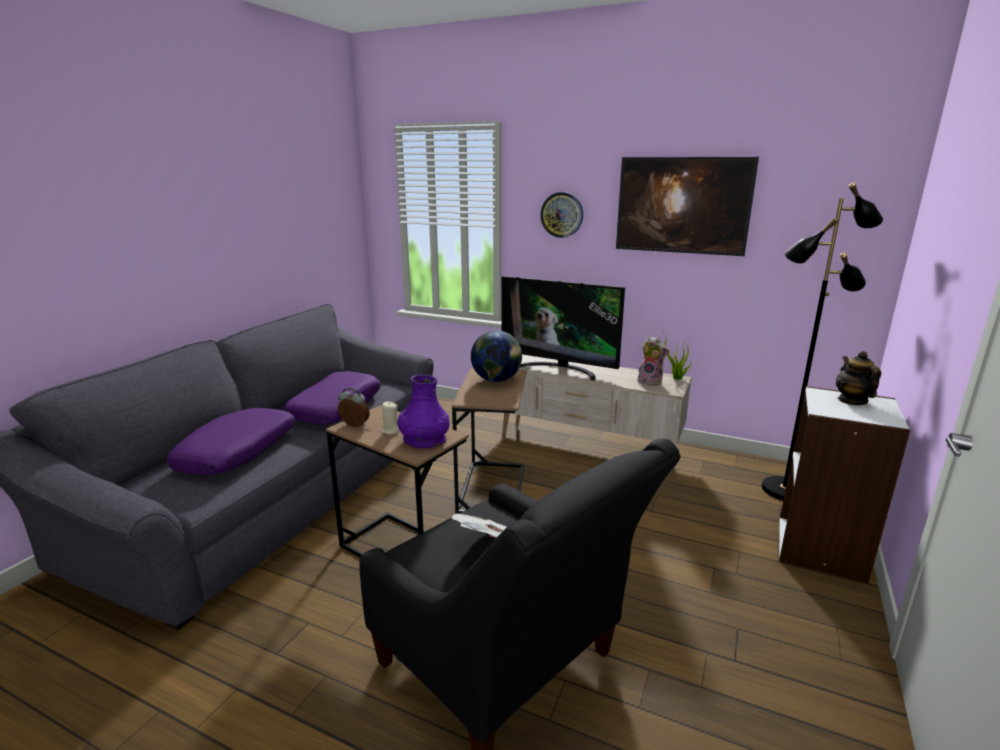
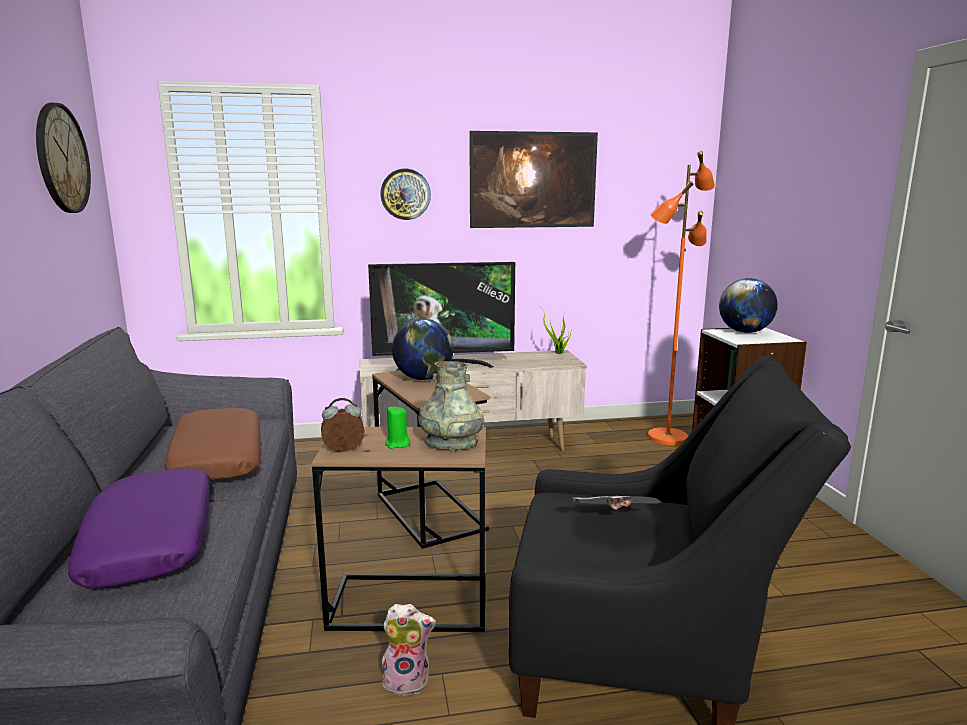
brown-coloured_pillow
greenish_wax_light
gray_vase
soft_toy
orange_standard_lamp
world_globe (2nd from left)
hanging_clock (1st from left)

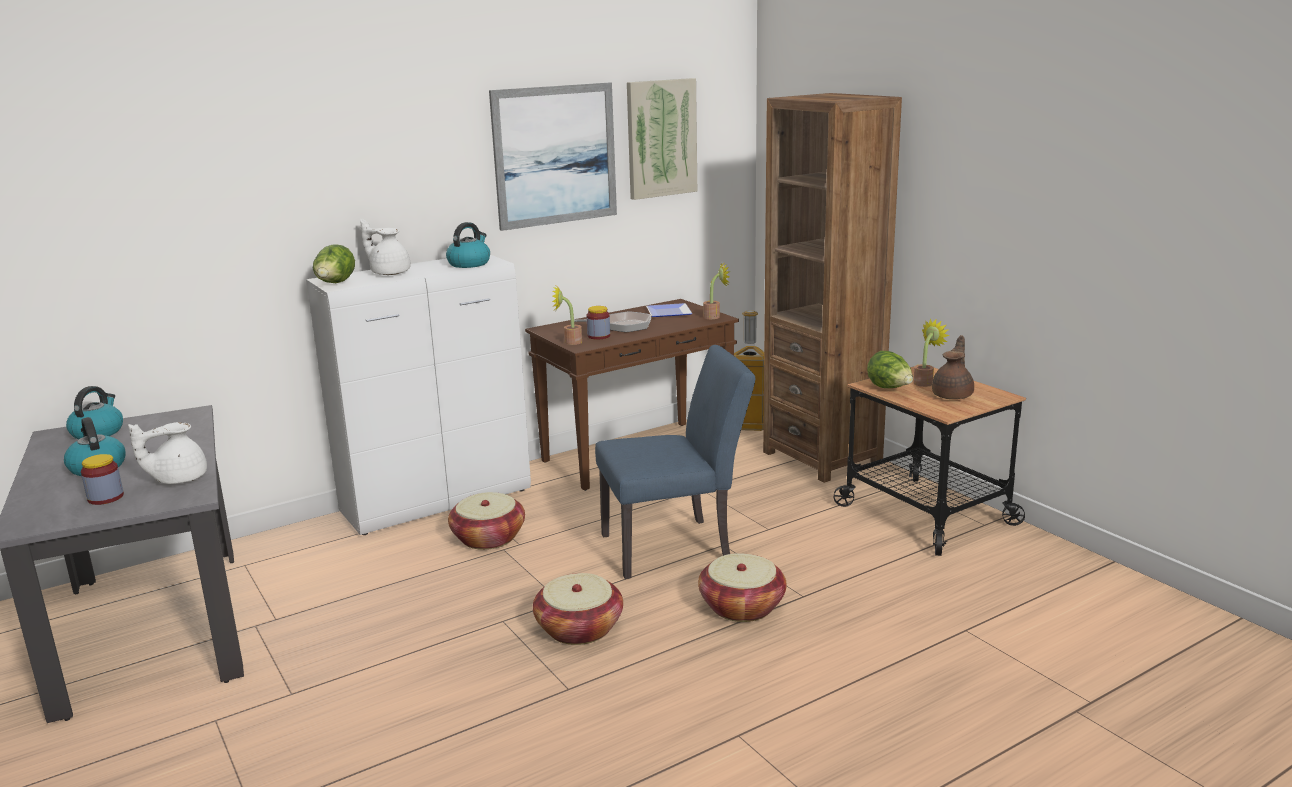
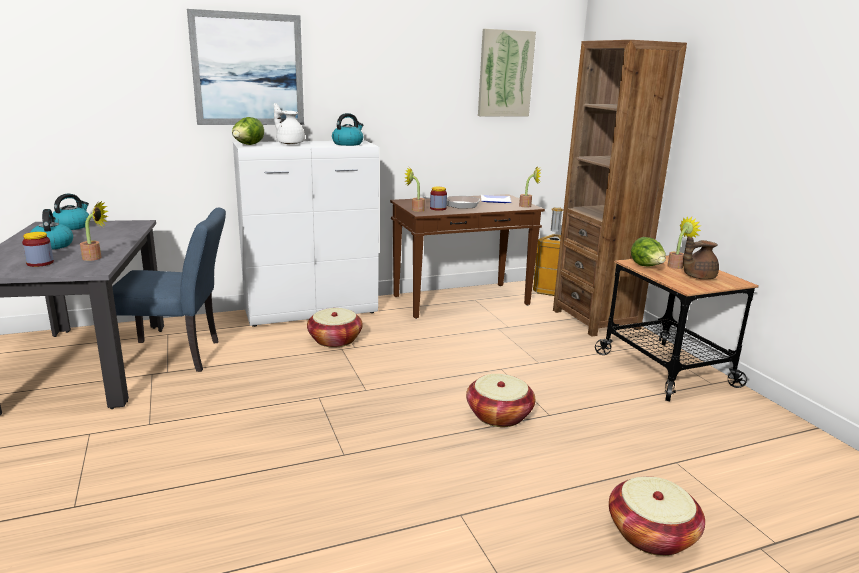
plant_in_a_pot (1st from left)
wall_picture (1st from left)
basket (3rd from left)
blue-coloured_chair
brown-coloured_teapot

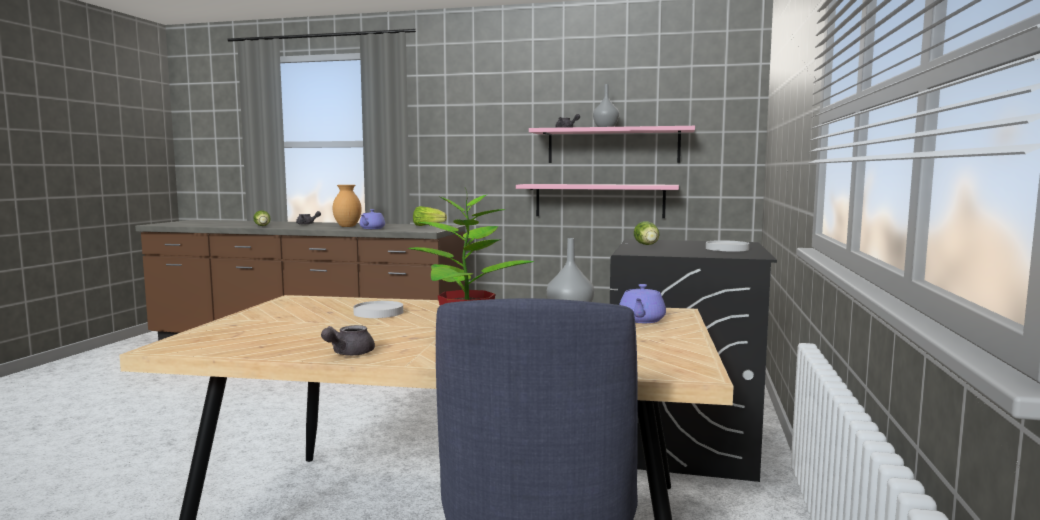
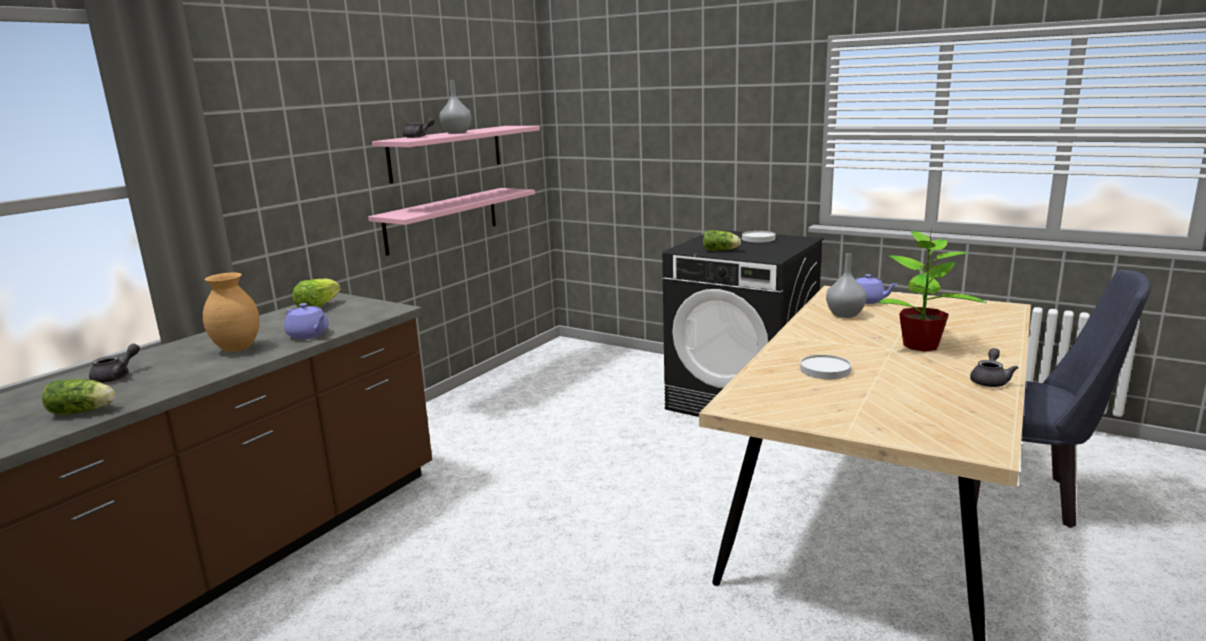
gray_teapot (3rd from left)

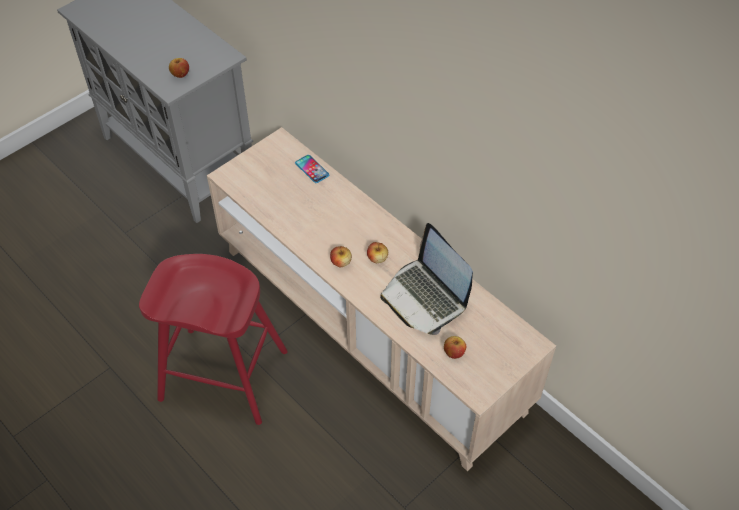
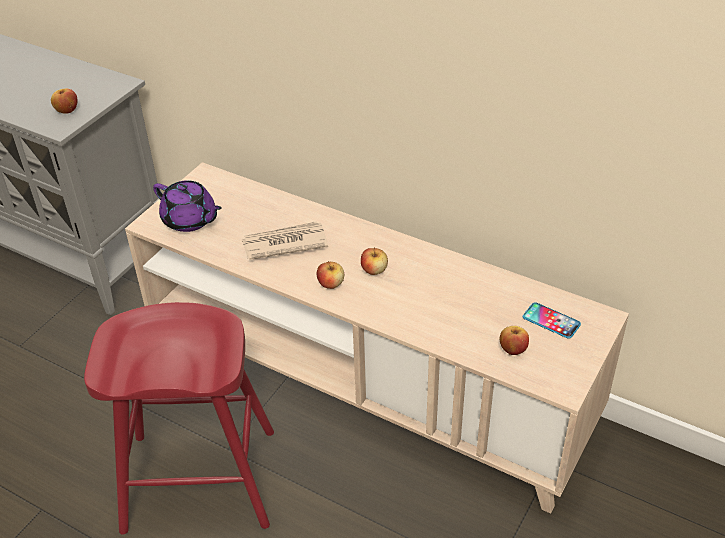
handset
laptop
purple_teapot
daily_paper

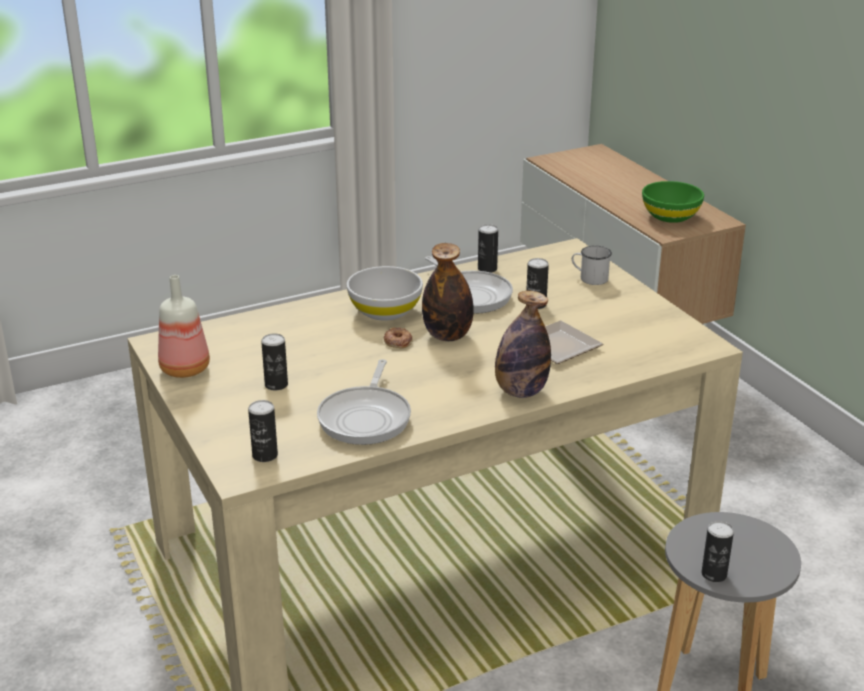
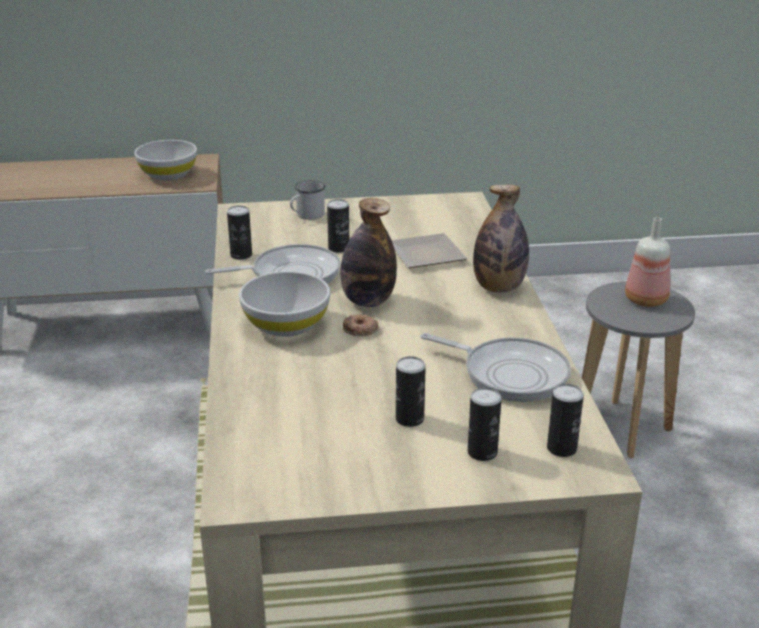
bottle (3rd from left)
white-coloured_deep_dish (1st from left)
can (4th from left)

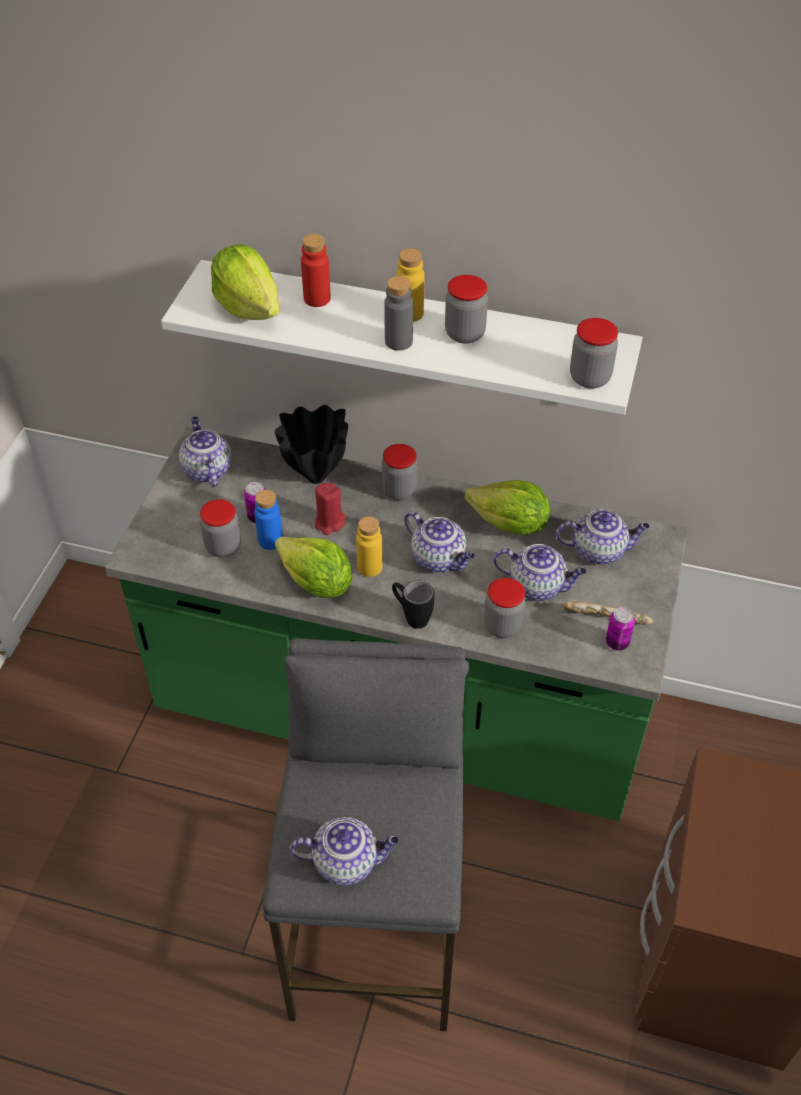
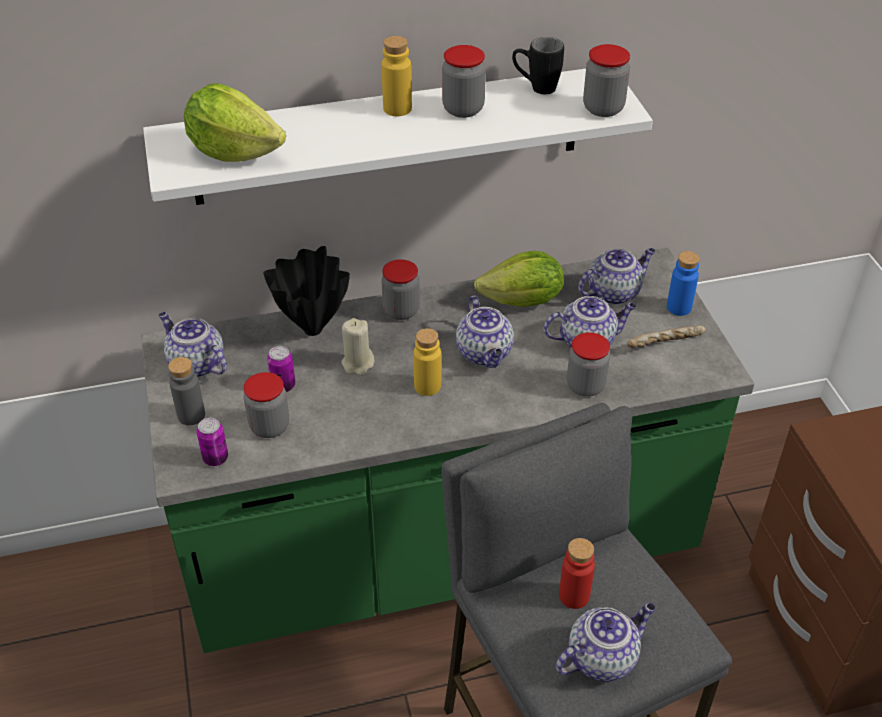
blue-coloured_bottle
lettuce (2nd from left in the first image)
red-coloured_bottle
beige_wax_light
gray_bottle
black-coloured_tea_mug
teapot (2nd from left)
can (1st from left)

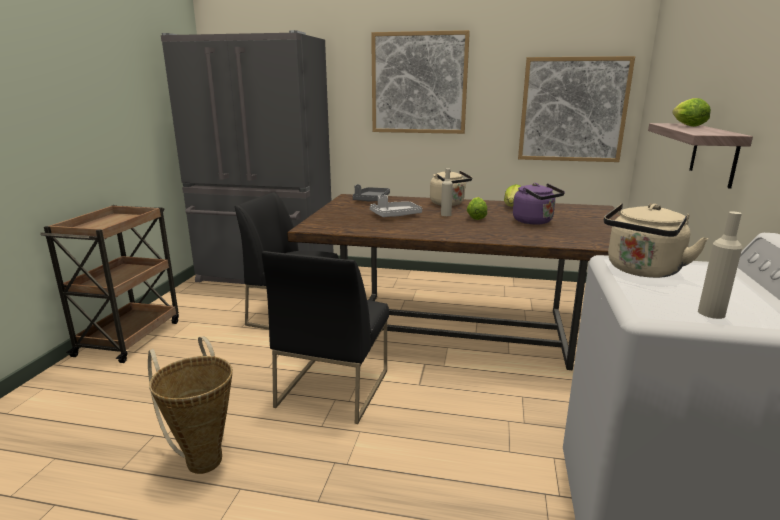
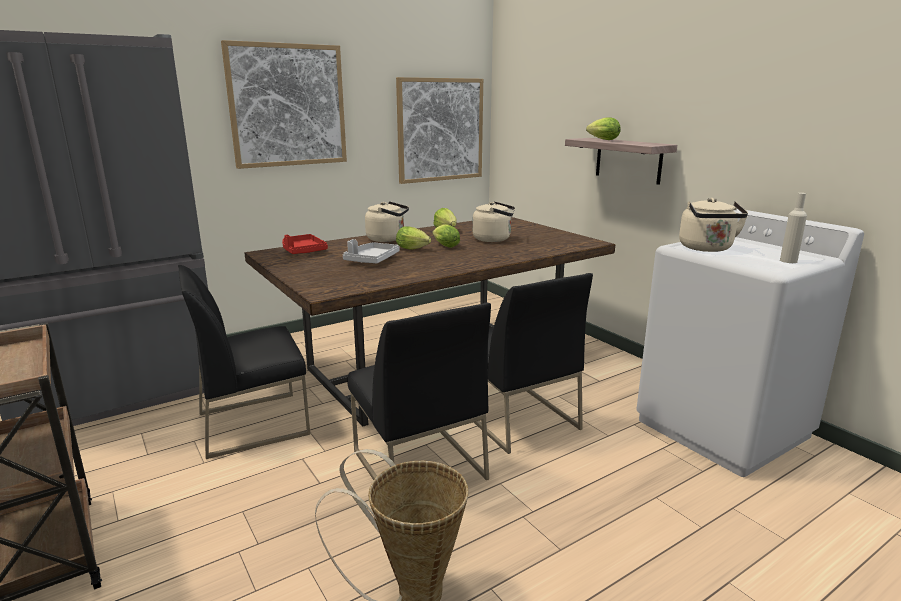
red-coloured_carrying_tray
lettuce (1st from left)
beige_water_kettle (2nd from left)
black-coloured_chair (3rd from left)

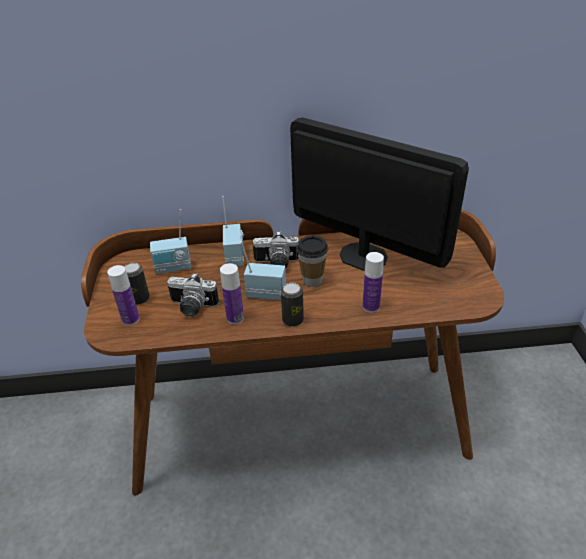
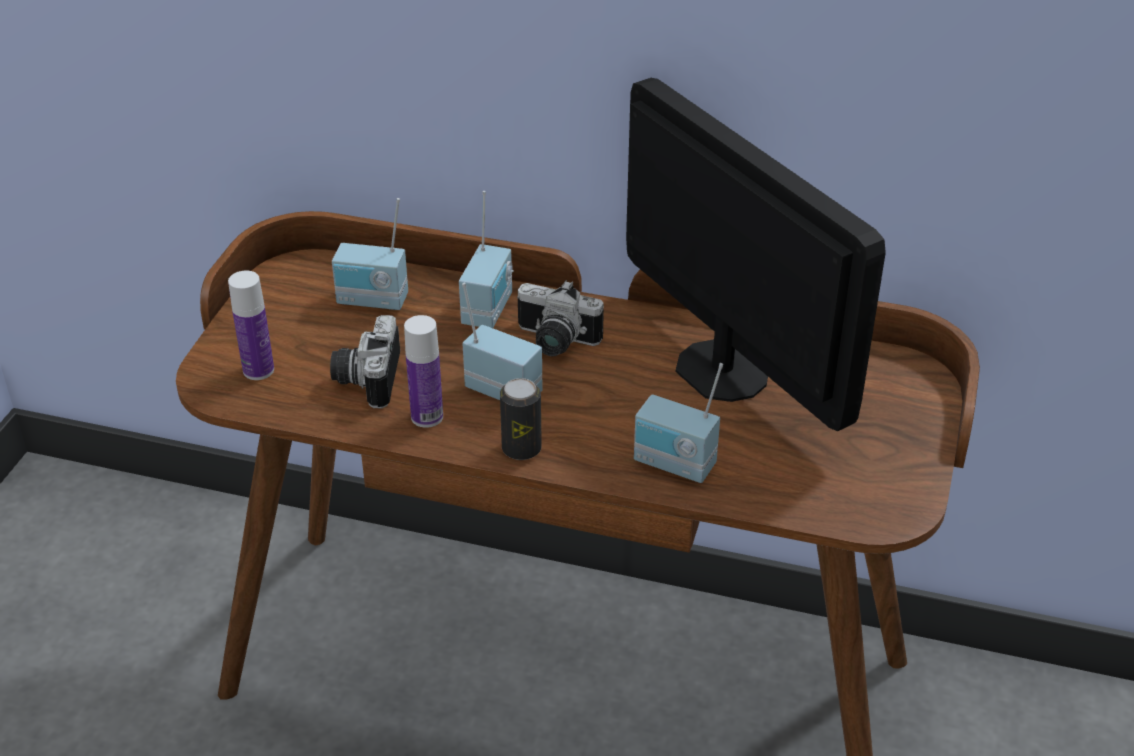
can (1st from left in the first image)
still_camera (1st from left)
drinking_cup
radio (4th from left)

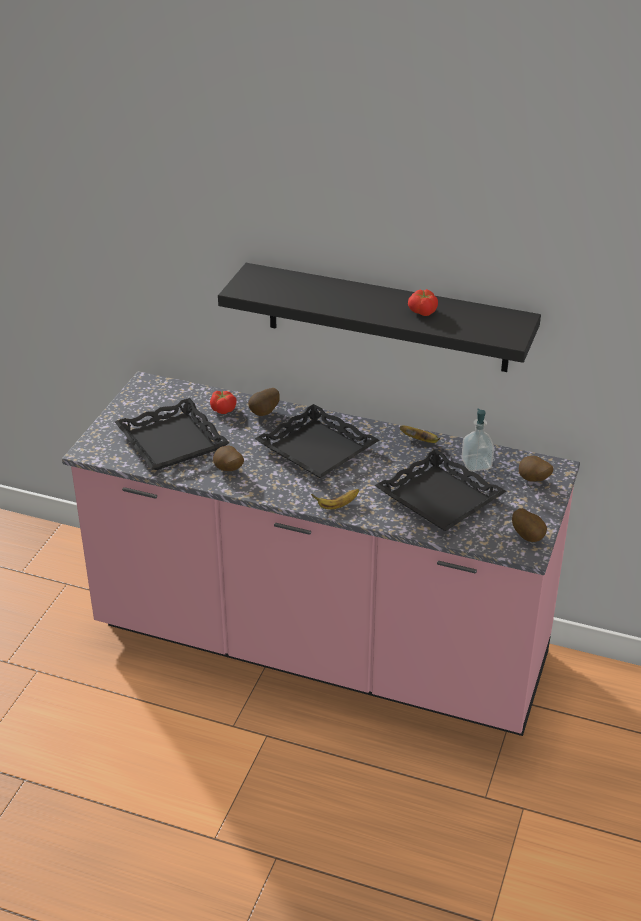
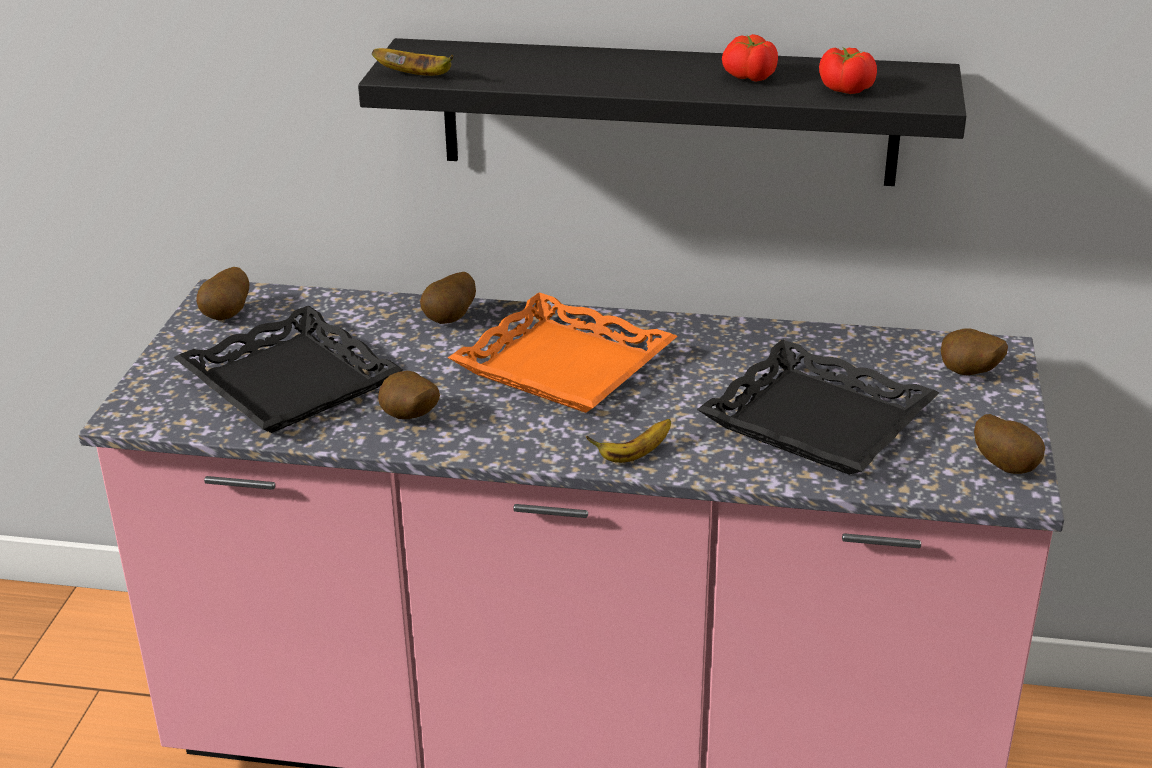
whole_tomato (2nd from left)
orange_carrying_tray
banana (1st from left)
liquid_soap_bottle
potato (1st from left)

